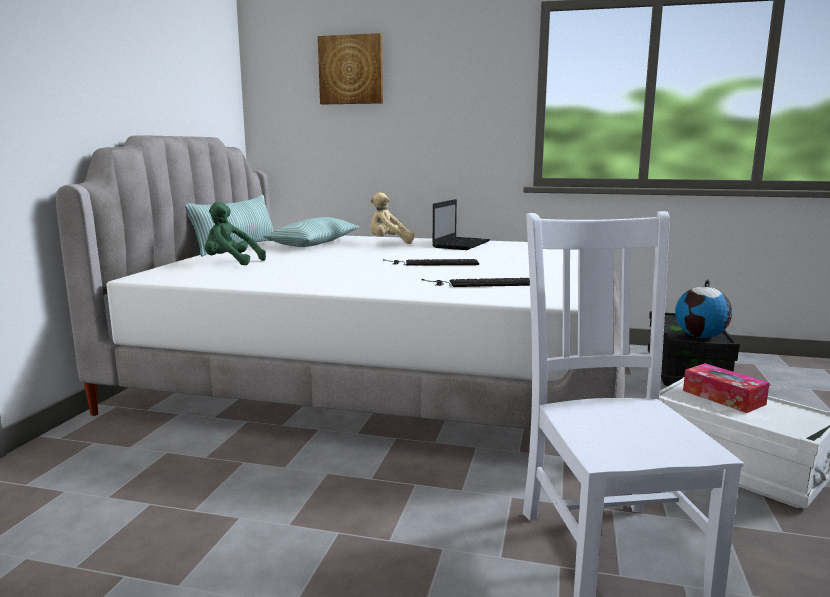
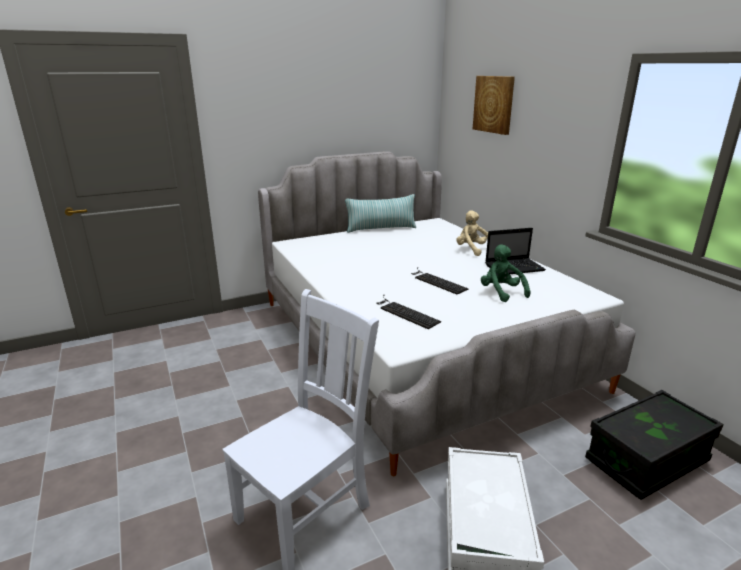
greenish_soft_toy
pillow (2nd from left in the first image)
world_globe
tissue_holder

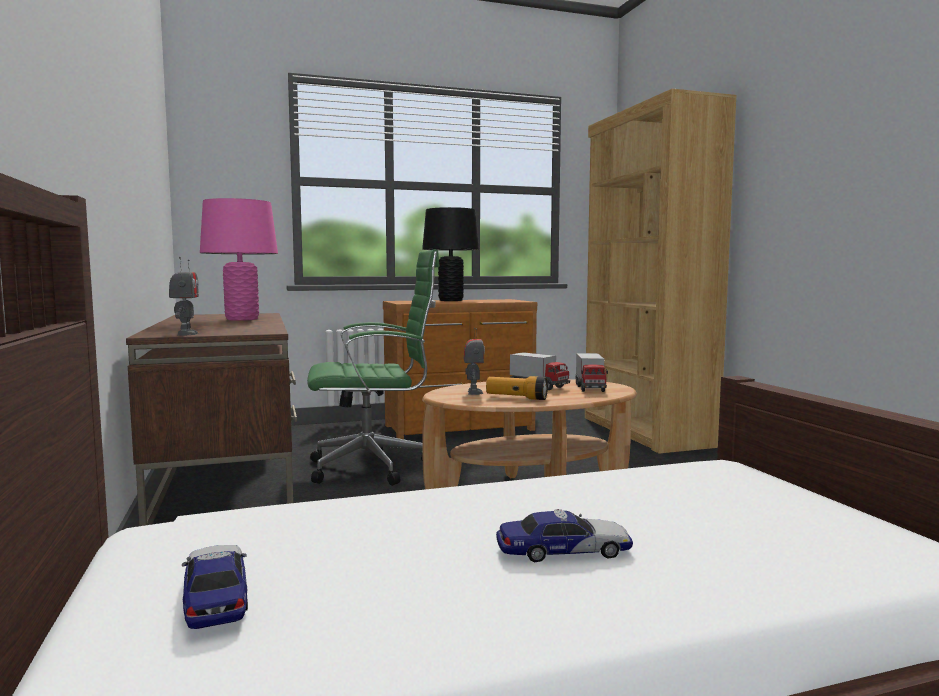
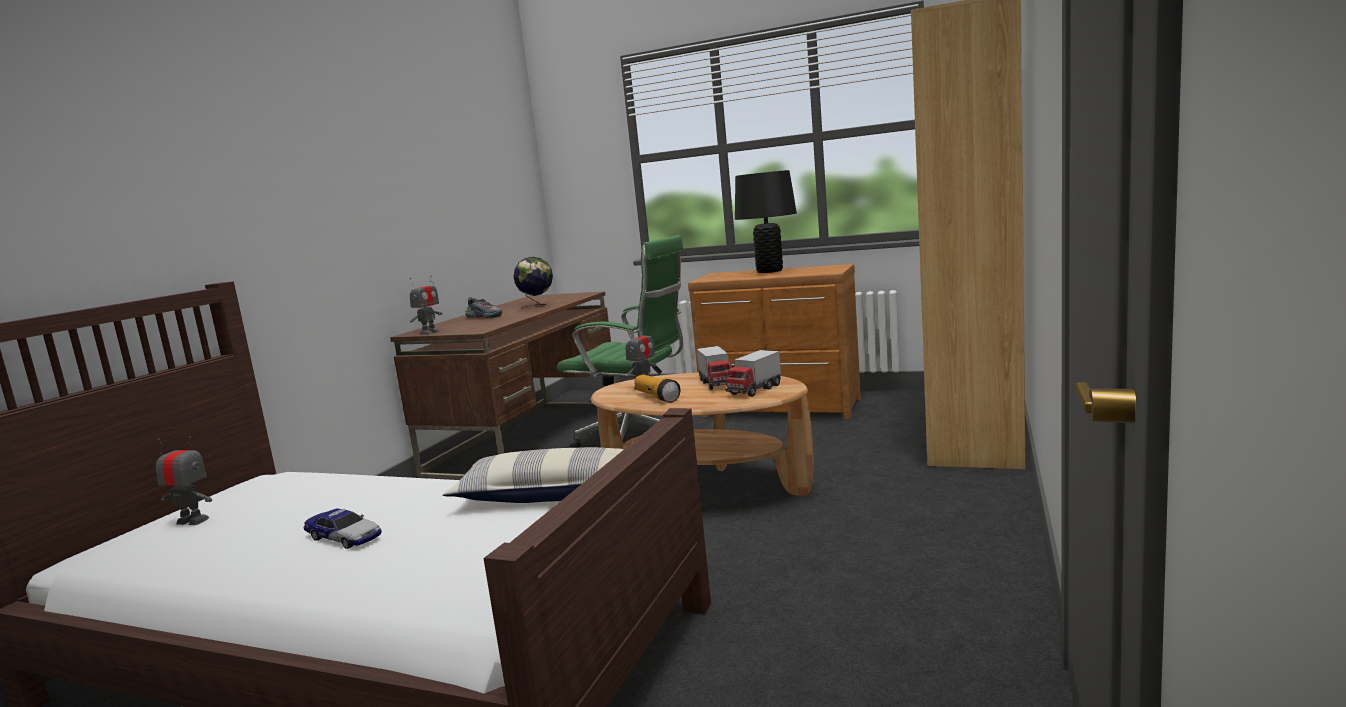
toy_robot (1st from left)
world_globe
pillow
low_shoe

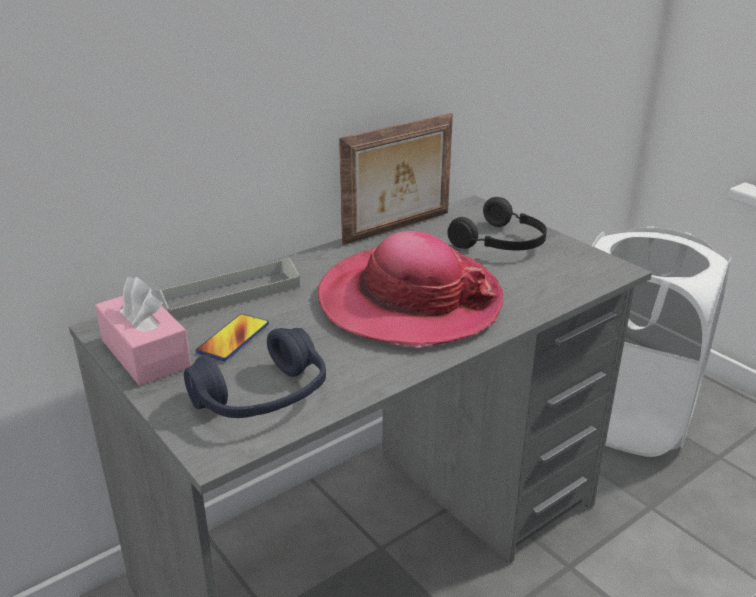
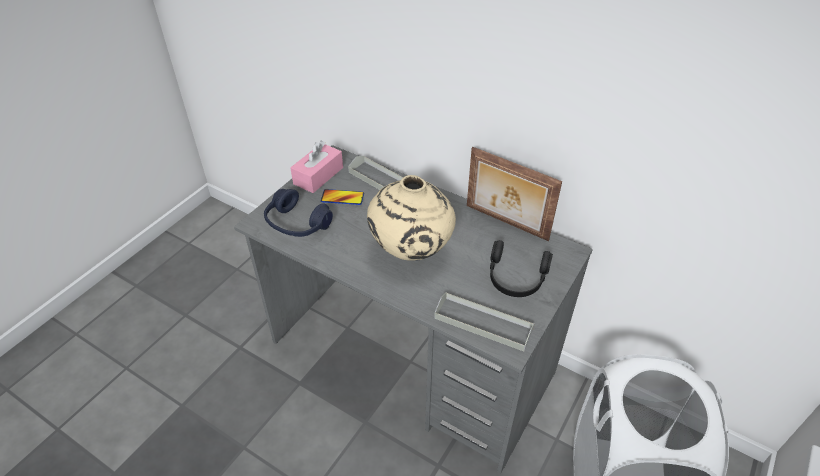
beige_vase
gray_carrying_tray (2nd from left)

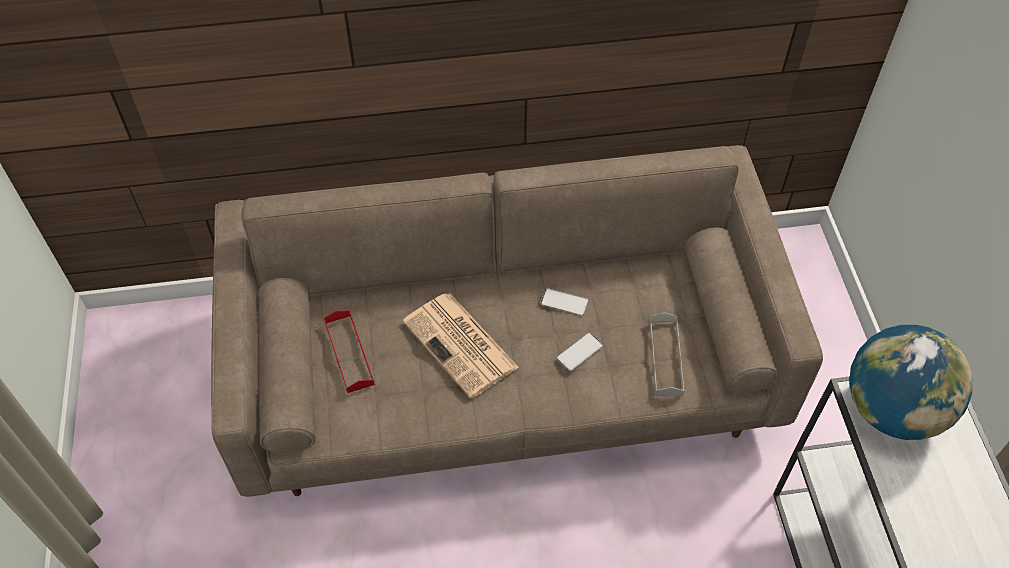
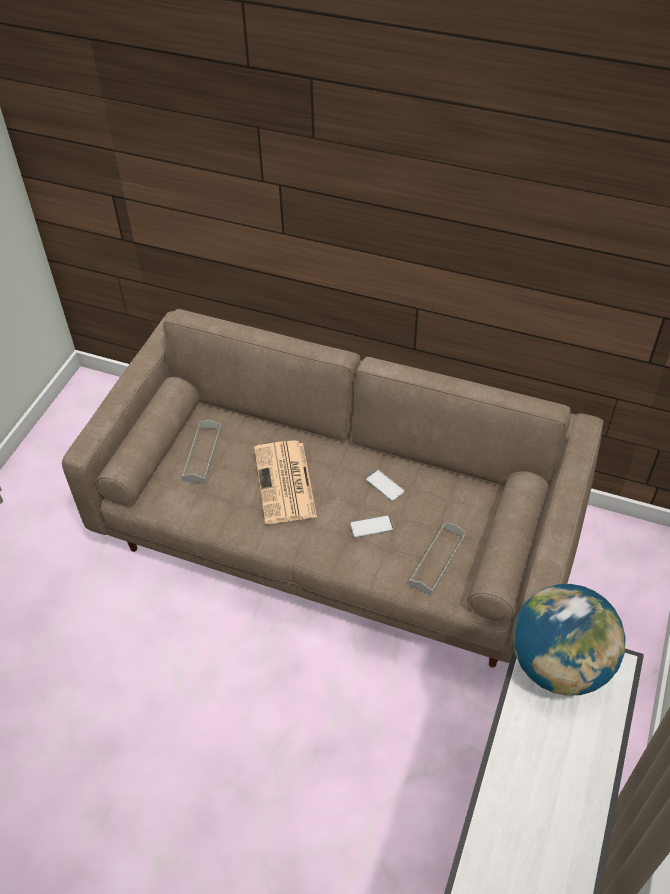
gray_carrying_tray (1st from left)

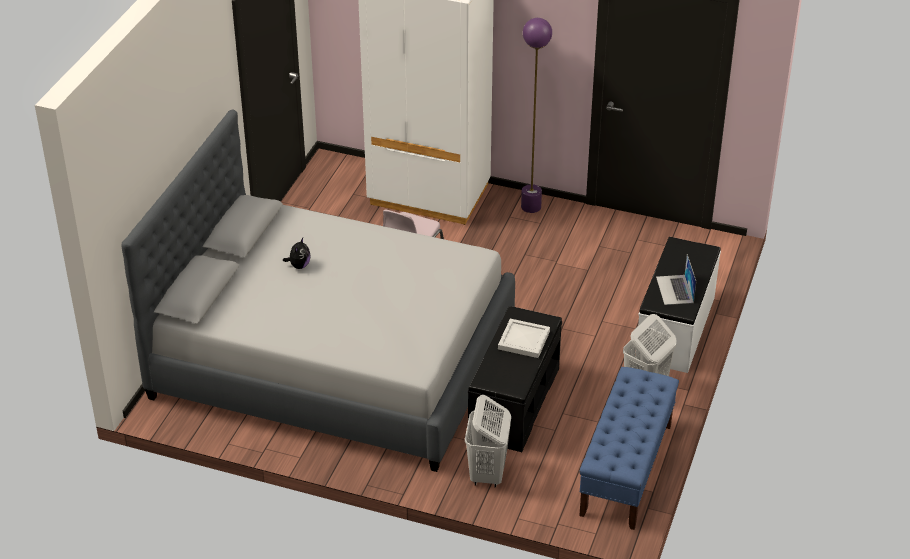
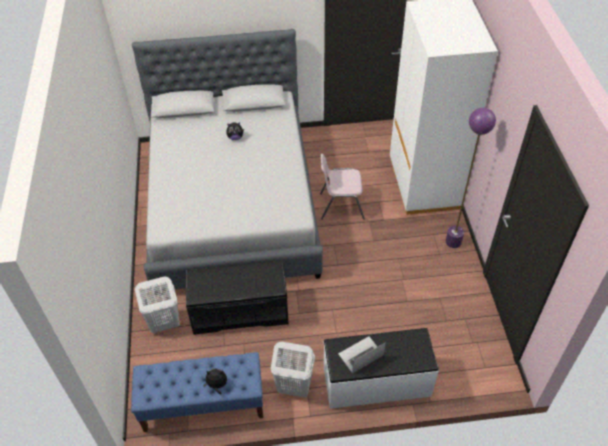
white-coloured_carrying_tray
soft_toy (1st from left)

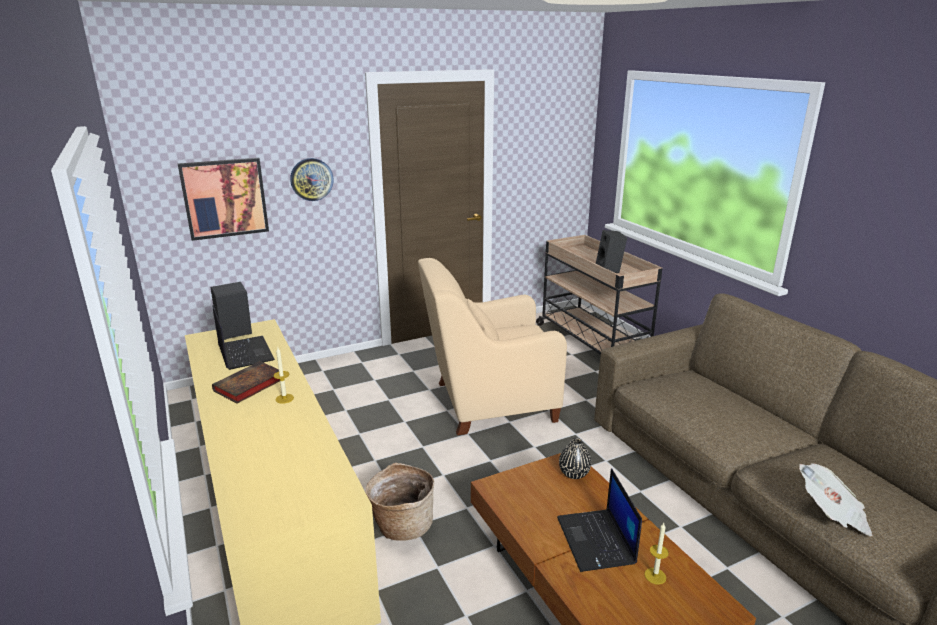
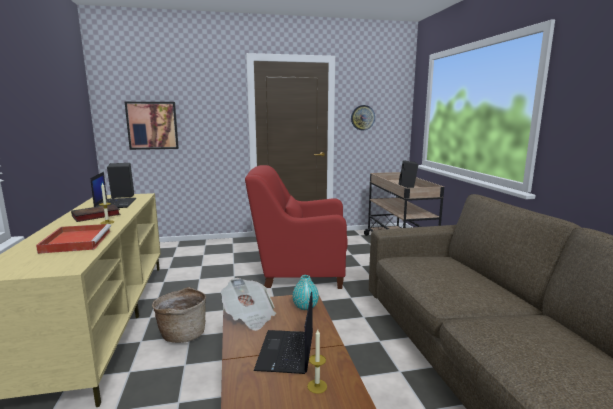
hanging_clock
red-coloured_lounge_chair
blue-green_vase
daily_paper
red-coloured_carrying_tray

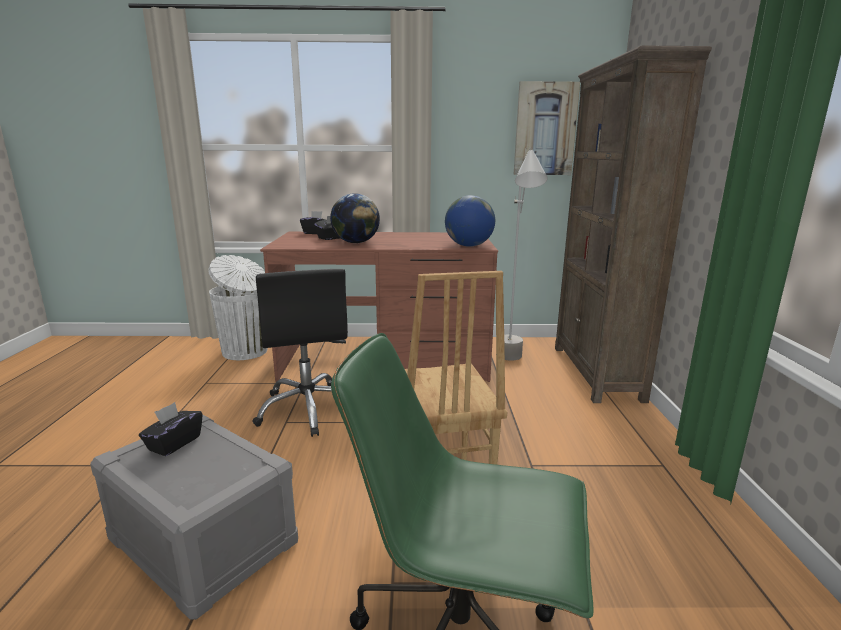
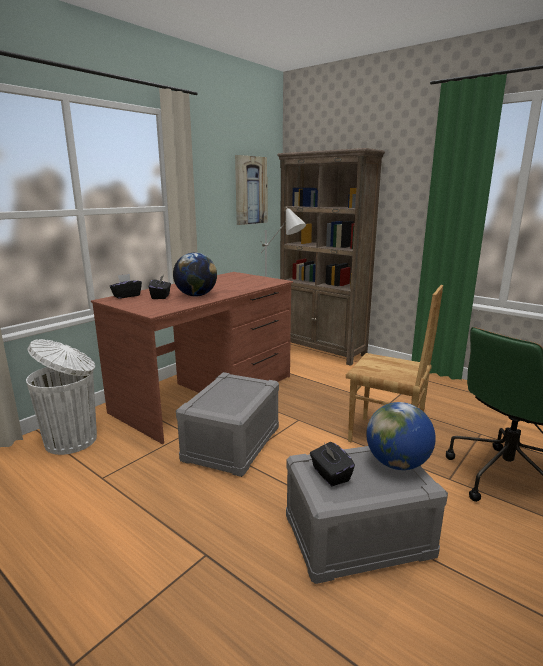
gray_storage_box (1st from left)
world_globe (2nd from left)

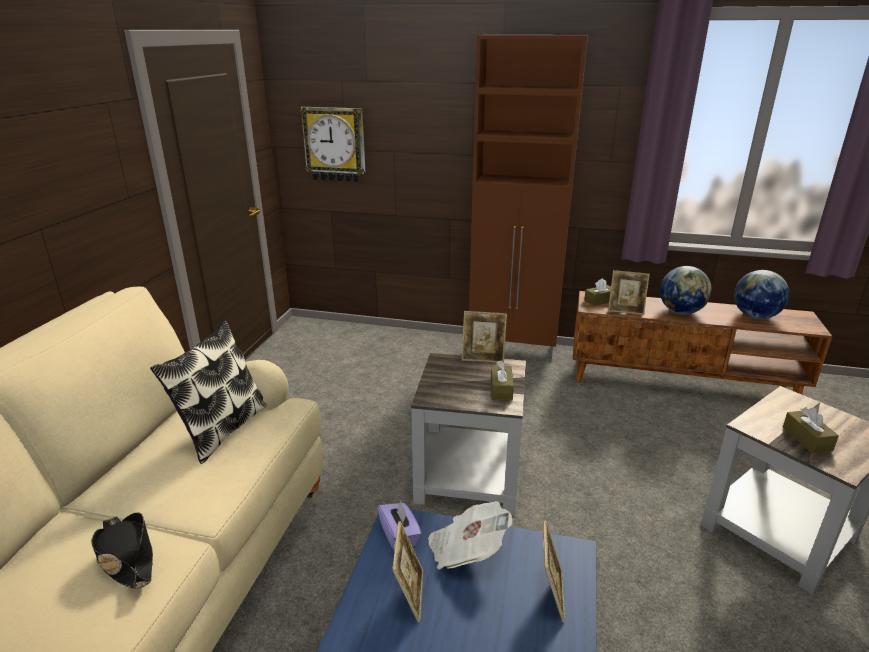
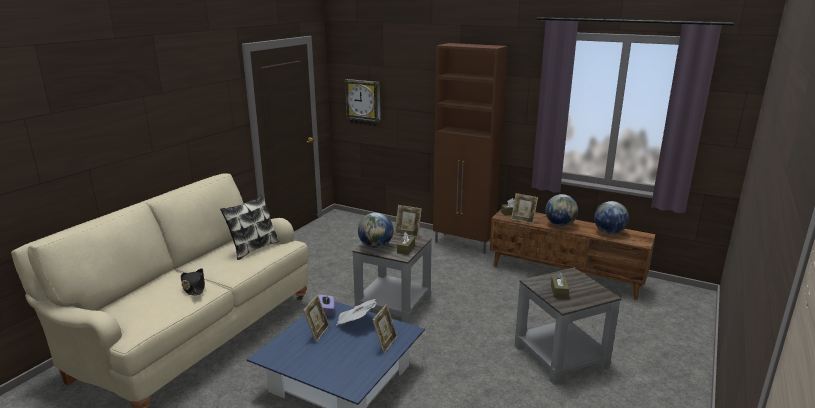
world_globe (1st from left)

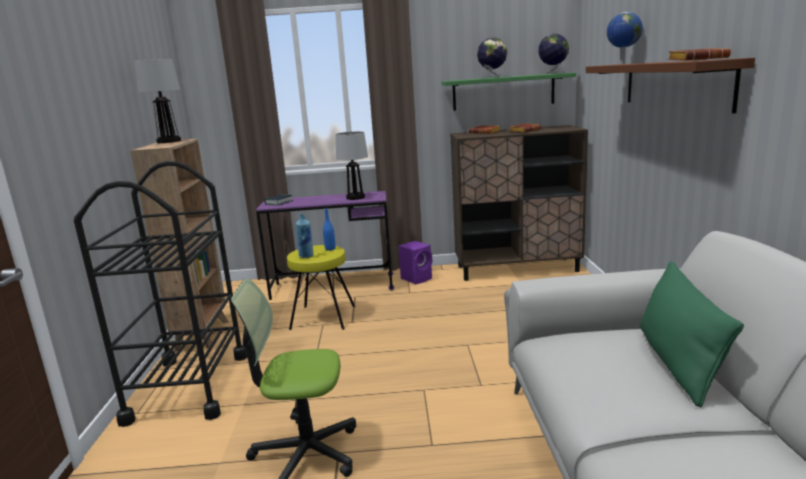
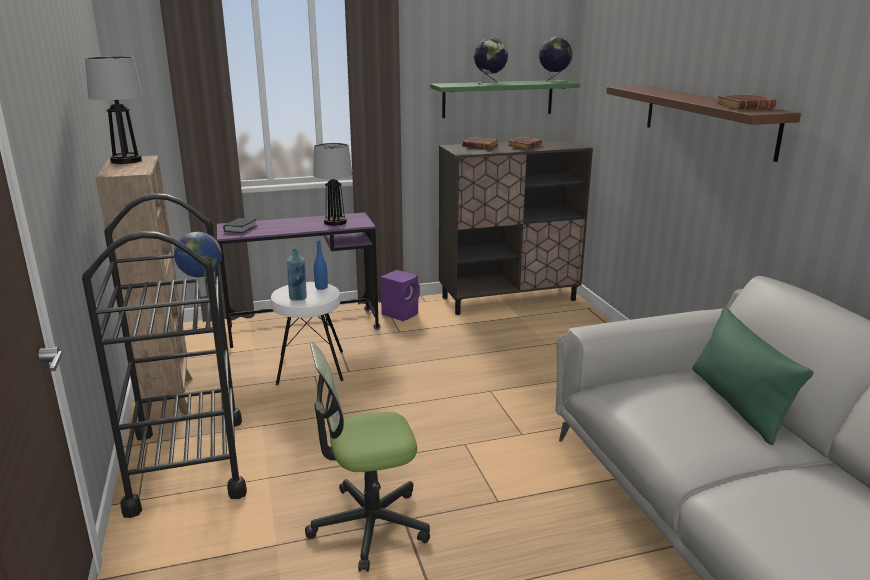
white-coloured_stool_seat
world_globe (1st from left)

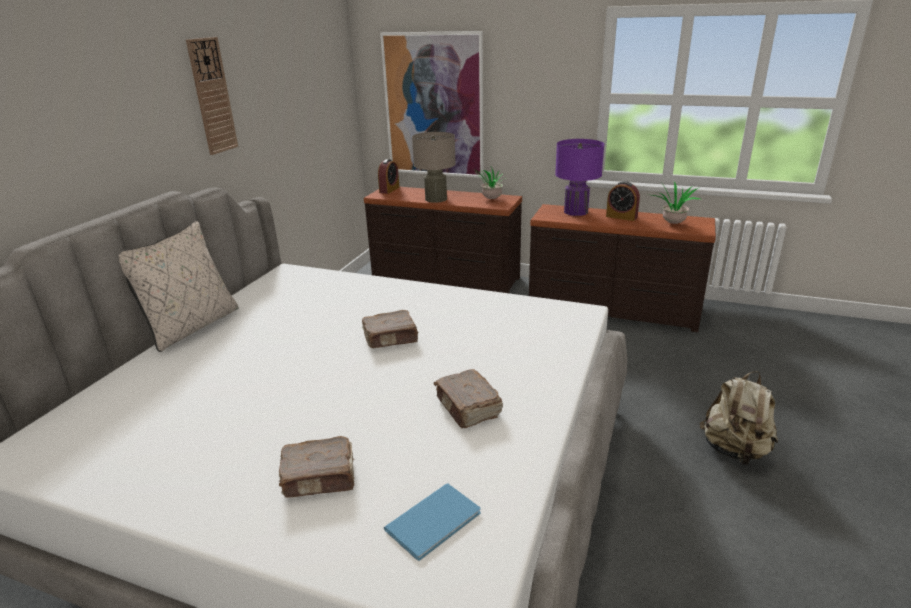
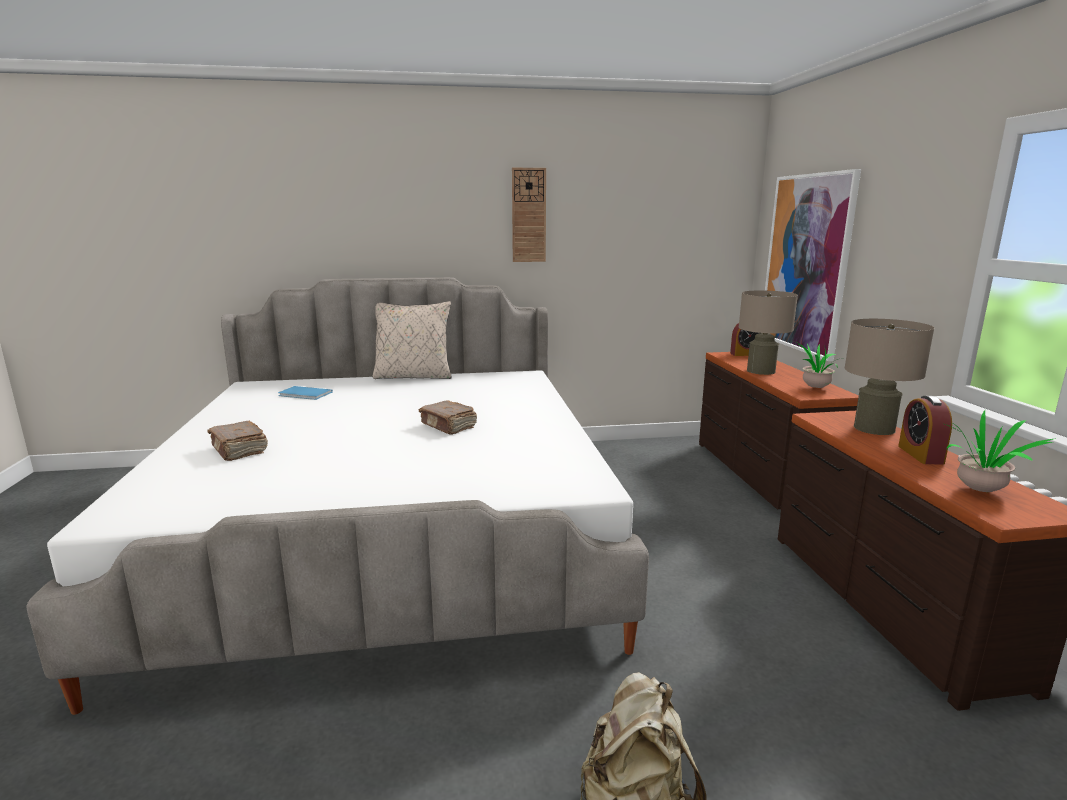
blue-coloured_bound_book
brown-coloured_bound_book (3rd from left in the first image)
beige_tabletop_lamp (2nd from left)

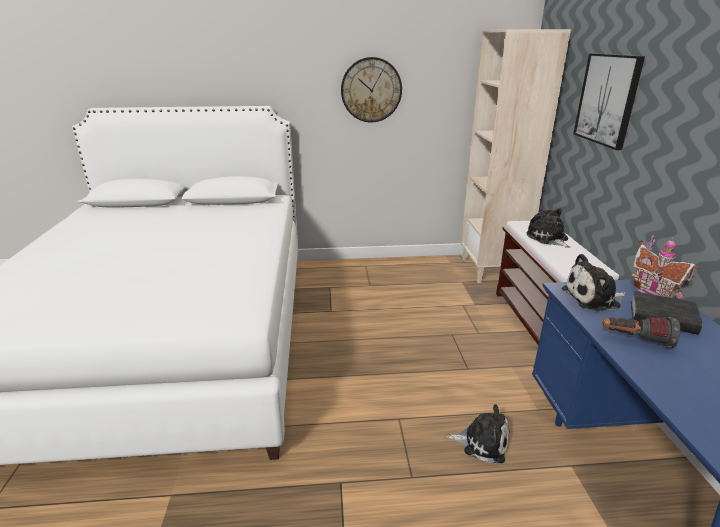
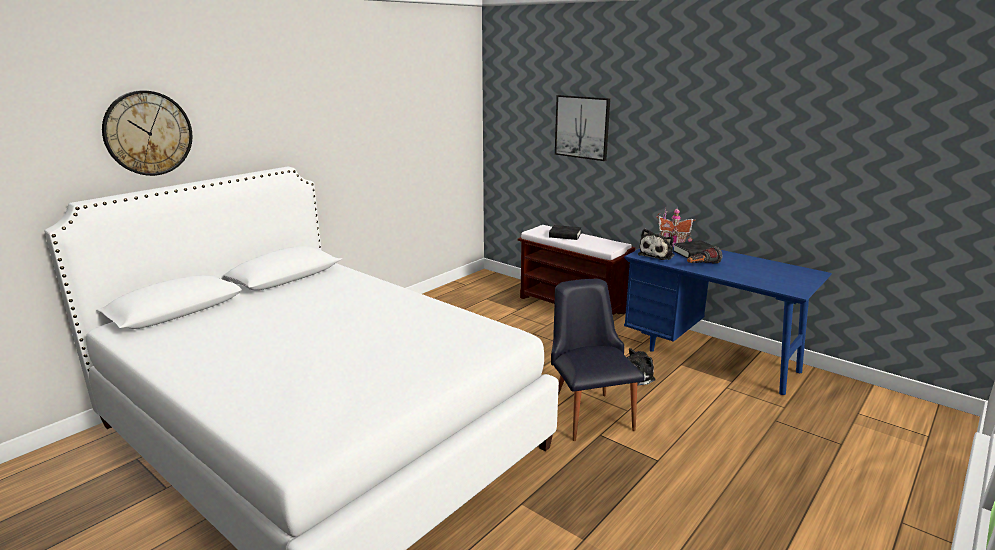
hanging_clock
beige_bookshelf
black-coloured_bound_book (1st from left)
black-coloured_chair

